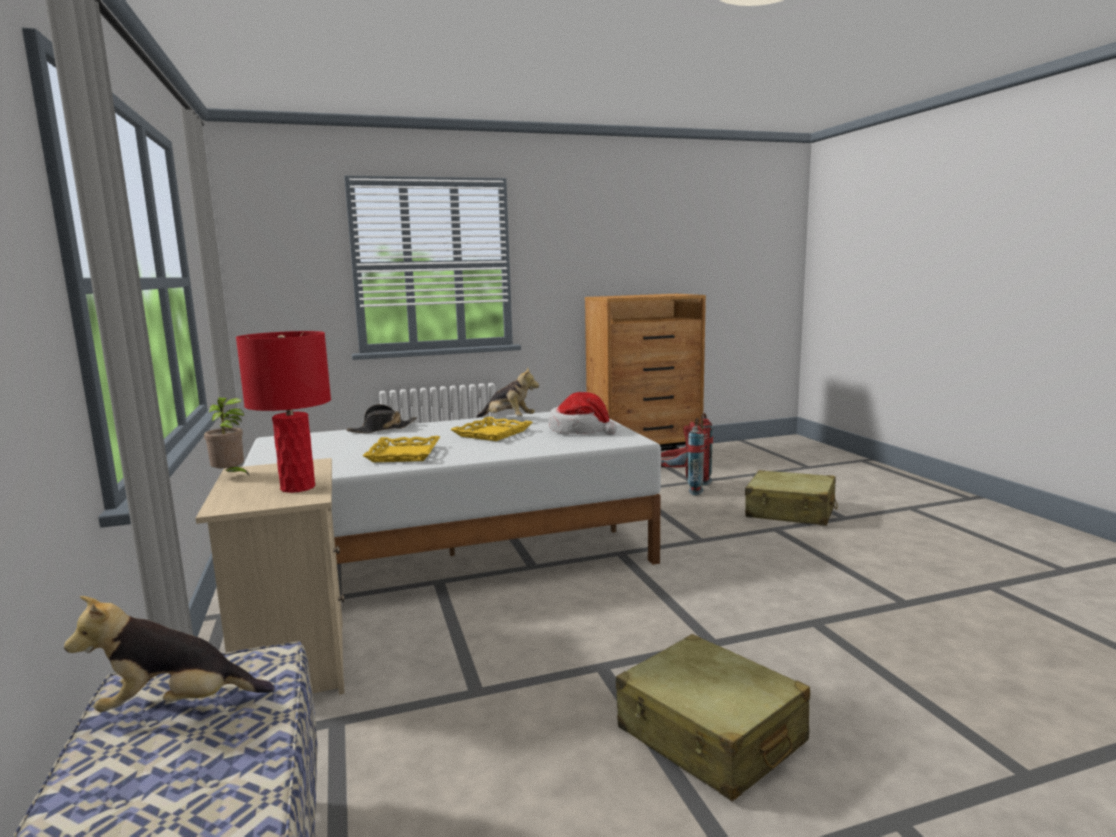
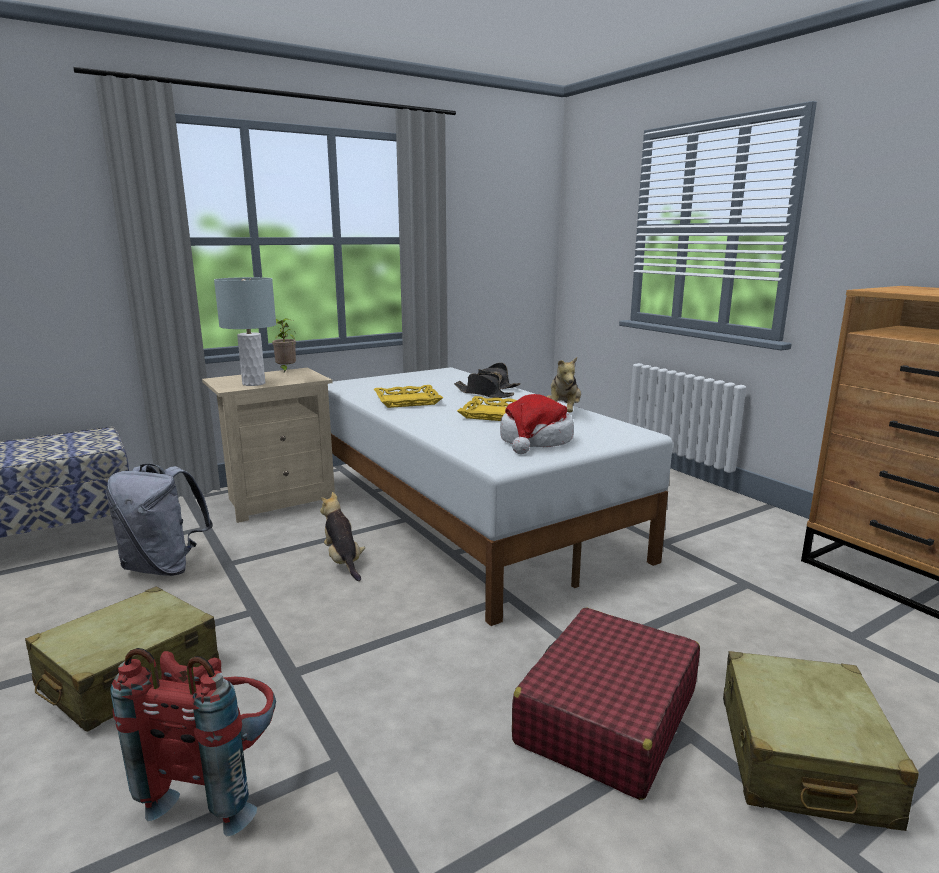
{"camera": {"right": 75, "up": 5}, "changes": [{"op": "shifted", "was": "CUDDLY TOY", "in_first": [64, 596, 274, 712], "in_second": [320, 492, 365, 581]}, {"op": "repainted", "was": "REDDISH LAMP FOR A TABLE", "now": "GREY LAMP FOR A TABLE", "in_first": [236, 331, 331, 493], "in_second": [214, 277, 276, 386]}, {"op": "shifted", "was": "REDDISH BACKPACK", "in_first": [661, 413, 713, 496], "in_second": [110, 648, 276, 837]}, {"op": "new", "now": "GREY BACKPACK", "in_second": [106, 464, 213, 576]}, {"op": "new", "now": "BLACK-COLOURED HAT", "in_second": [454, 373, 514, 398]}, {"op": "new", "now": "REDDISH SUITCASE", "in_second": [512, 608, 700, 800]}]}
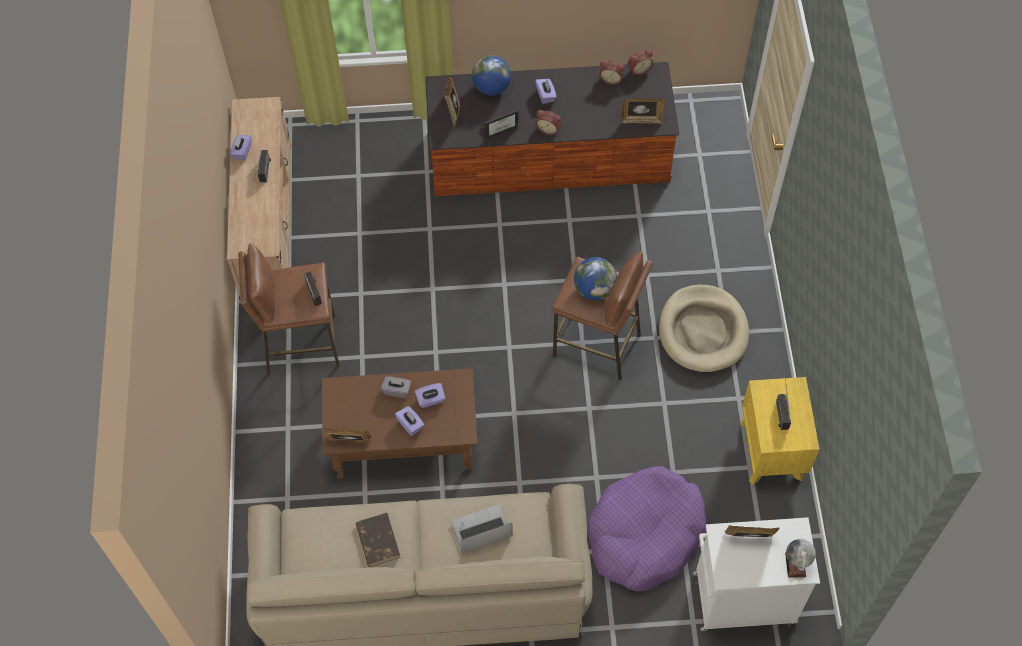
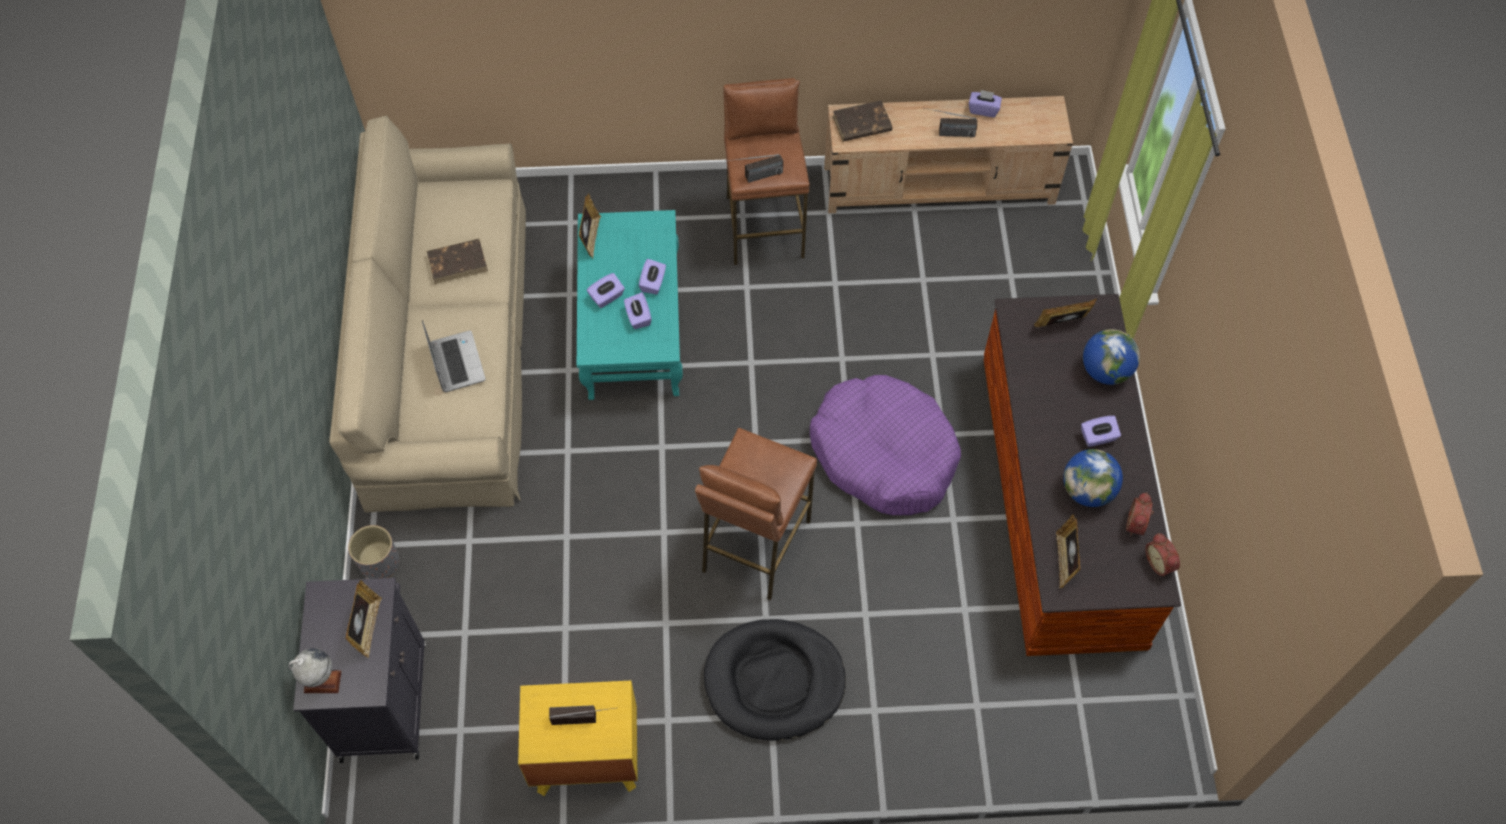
{"camera": {"right": 90, "up": 0}, "changes": [{"op": "repainted", "was": "BROWNISH LOUNGE TABLE", "now": "TURQUOISE-COLOURED LOUNGE TABLE", "in_first": [322, 368, 478, 479], "in_second": [577, 210, 683, 400]}, {"op": "repainted", "was": "GREY TISSUE HOLDER", "now": "PURPLISH TISSUE HOLDER", "in_first": [381, 377, 411, 398], "in_second": [639, 259, 666, 295]}, {"op": "gone", "was": "PICTURE FRAME", "in_first": [482, 109, 519, 139]}, {"op": "gone", "was": "BEDSIDE CLOCK", "in_first": [535, 110, 562, 135]}, {"op": "shifted", "was": "GLOBE", "in_first": [574, 257, 617, 300], "in_second": [1063, 449, 1123, 507]}, {"op": "shifted", "was": "PURPLISH DOG BED", "in_first": [588, 466, 706, 591], "in_second": [810, 375, 961, 515]}, {"op": "repainted", "was": "BEIGE-COLOURED DOG BED", "now": "BLACK-COLOURED DOG BED", "in_first": [659, 285, 749, 373], "in_second": [704, 619, 846, 741]}, {"op": "repainted", "was": "WHITISH STORAGE CABINET", "now": "BLACK-COLOURED STORAGE CABINET", "in_first": [693, 517, 820, 631], "in_second": [293, 578, 426, 763]}, {"op": "new", "now": "GREY PLANT POT", "in_second": [348, 525, 399, 579]}, {"op": "new", "now": "BROWNISH VOLUME", "in_second": [833, 100, 893, 141]}]}
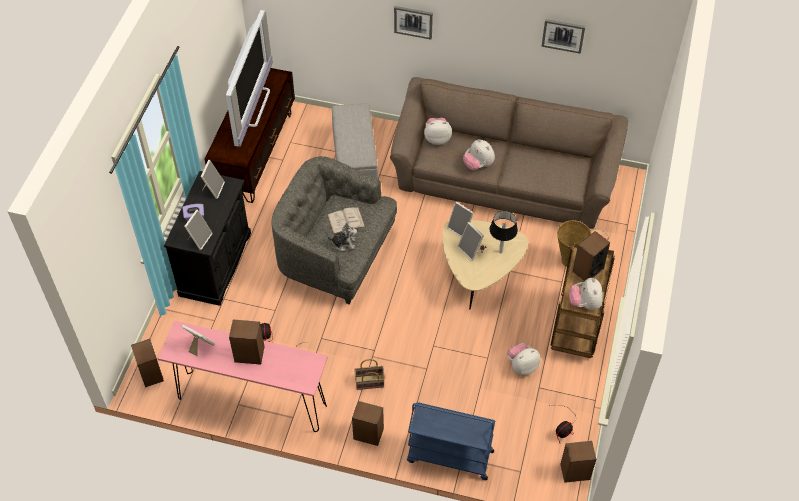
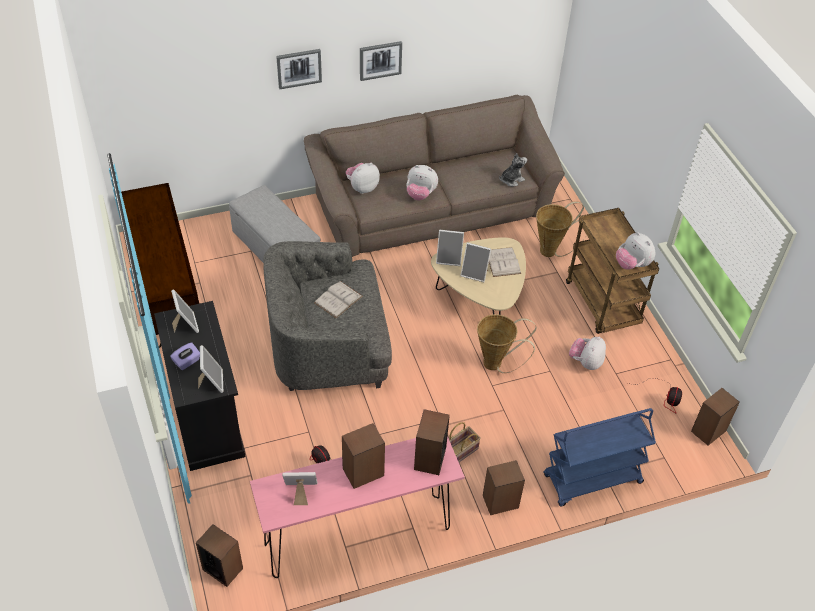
{"camera": {"right": -35, "up": -5}, "changes": [{"op": "gone", "was": "TV SET", "in_first": [226, 10, 273, 147]}, {"op": "shifted", "was": "CUDDLY TOY", "in_first": [327, 223, 357, 251], "in_second": [499, 153, 527, 187]}, {"op": "swapped", "was": "LAMP FOR A TABLE", "now": "WHITISH VOLUME", "in_first": [489, 211, 518, 253], "in_second": [489, 247, 521, 277]}, {"op": "shifted", "was": "WALL ART", "in_first": [542, 19, 585, 54], "in_second": [360, 41, 402, 81]}, {"op": "shifted", "was": "AUDIO SPEAKER", "in_first": [573, 231, 610, 281], "in_second": [414, 409, 450, 475]}, {"op": "new", "now": "HOUSEHOLD BASKET", "in_second": [477, 314, 537, 373]}]}
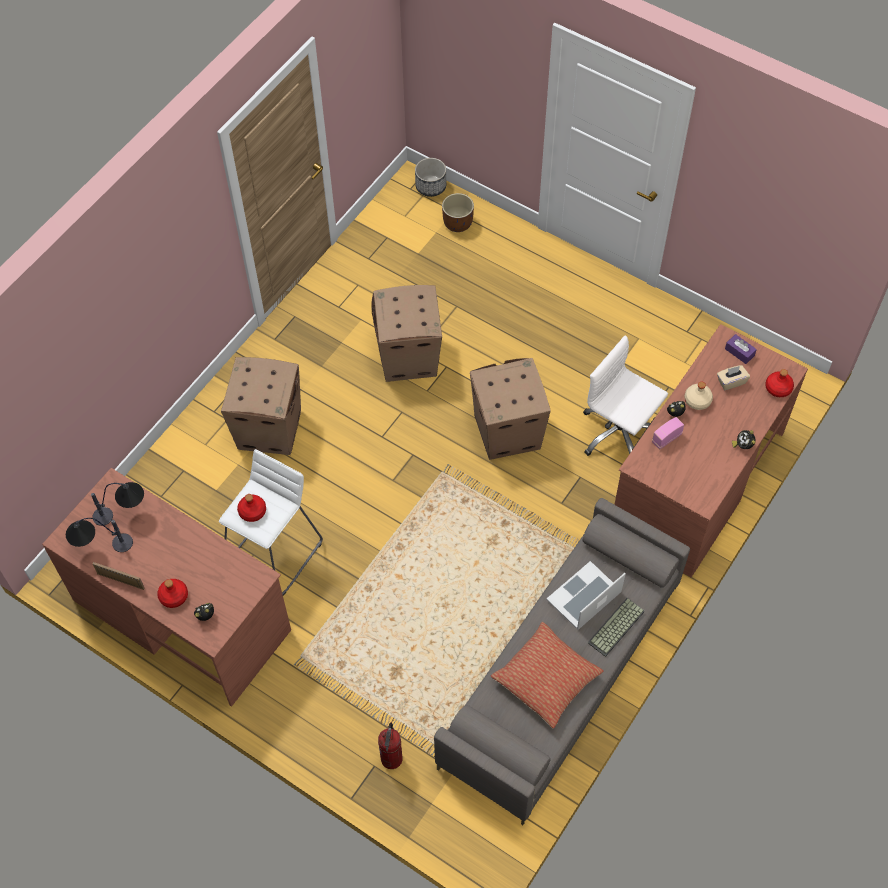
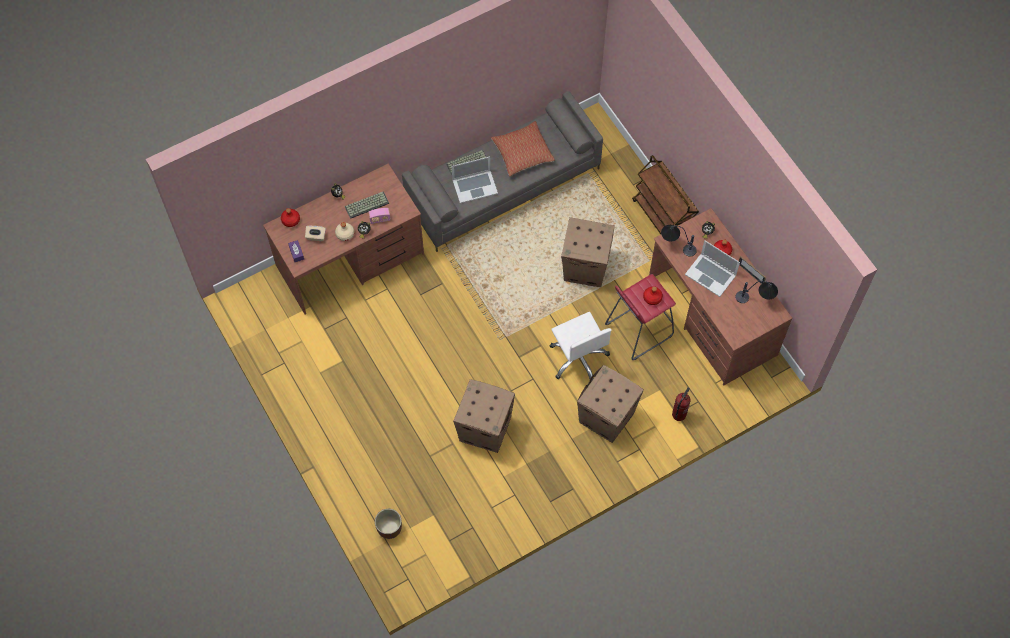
{"camera": {"right": -155, "up": 5}, "changes": [{"op": "shifted", "was": "LAMP FOR A TABLE", "in_first": [91, 482, 144, 526], "in_second": [661, 225, 697, 256]}, {"op": "repainted", "was": "WHITISH SITTING STOOL", "now": "REDDISH SITTING STOOL", "in_first": [219, 449, 323, 596], "in_second": [605, 274, 676, 360]}, {"op": "shifted", "was": "EXTINGUISHER", "in_first": [378, 722, 403, 769], "in_second": [672, 388, 691, 421]}, {"op": "gone", "was": "PLANT POT", "in_first": [415, 158, 446, 197]}, {"op": "shifted", "was": "CARTON", "in_first": [470, 358, 551, 460], "in_second": [561, 217, 615, 287]}, {"op": "shifted", "was": "WHITISH COMPUTER CHAIR", "in_first": [583, 335, 668, 456], "in_second": [550, 312, 612, 381]}, {"op": "new", "now": "COMPUTER KEYBOARD", "in_second": [345, 191, 389, 219]}, {"op": "new", "now": "BROWNISH WHEELED CART", "in_second": [632, 155, 699, 234]}, {"op": "new", "now": "LAPTOP", "in_second": [685, 240, 740, 297]}]}
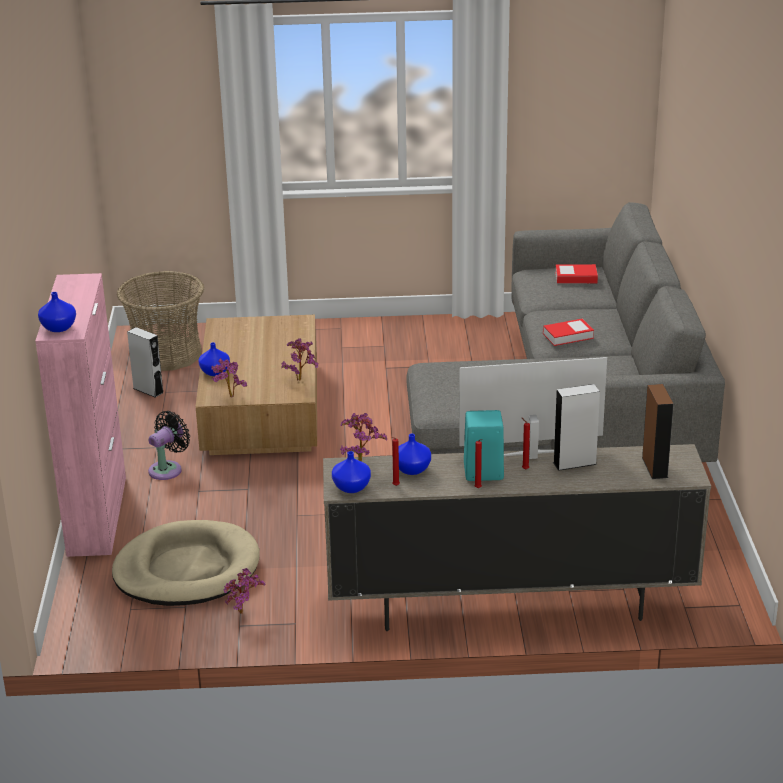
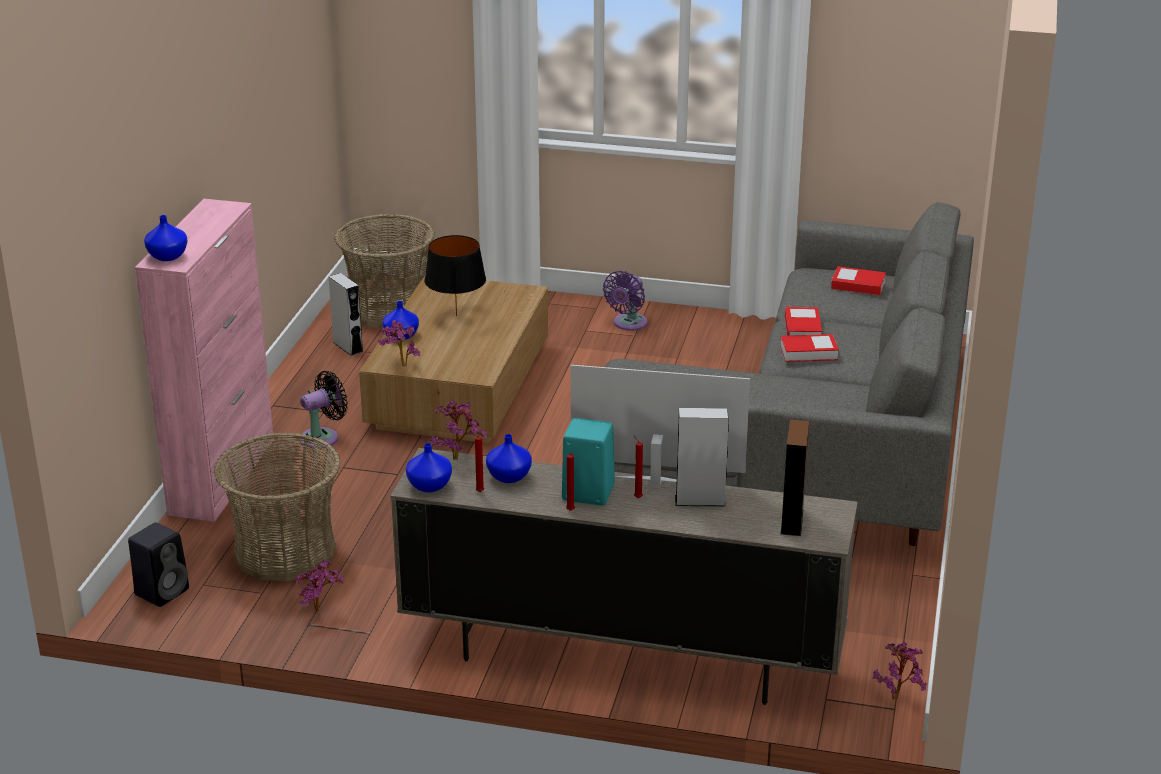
{"camera": {"right": 15, "up": 0}, "changes": [{"op": "swapped", "was": "BEIGE-COLOURED DOG BED", "now": "HOUSEHOLD BASKET", "in_first": [112, 520, 260, 606], "in_second": [214, 432, 340, 581]}, {"op": "shifted", "was": "HOUSEPLANT", "in_first": [281, 338, 319, 381], "in_second": [872, 642, 927, 700]}, {"op": "new", "now": "BLACK-COLOURED AUDIO SPEAKER", "in_second": [128, 522, 189, 607]}, {"op": "new", "now": "BLACK-COLOURED LAMP FOR A TABLE", "in_second": [424, 235, 486, 316]}, {"op": "new", "now": "PURPLISH ELECTRIC FAN", "in_second": [603, 271, 648, 331]}, {"op": "new", "now": "VOLUME", "in_second": [785, 307, 822, 336]}]}
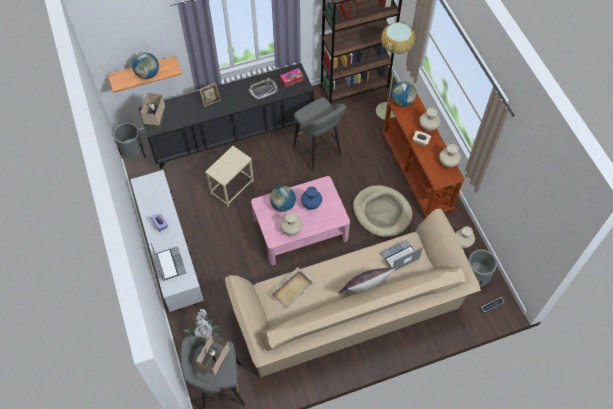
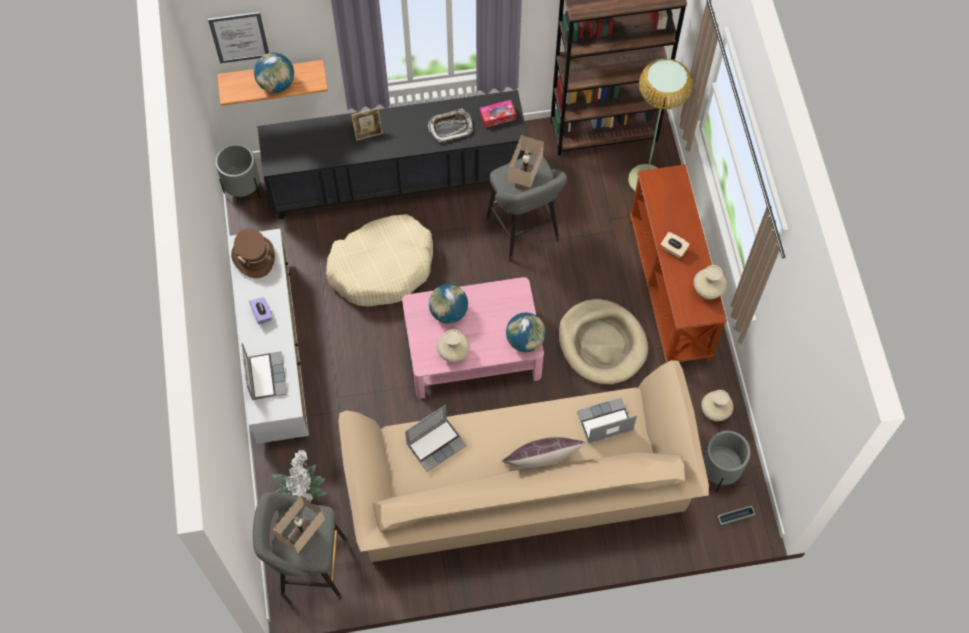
{"camera": {"right": 10, "up": 5}, "changes": [{"op": "shifted", "was": "BEIGE-COLOURED LAMP FOR A TABLE", "in_first": [140, 93, 165, 130], "in_second": [508, 135, 544, 191]}, {"op": "swapped", "was": "BEIGE-COLOURED SIDE TABLE", "now": "BEIGE-COLOURED DOG BED", "in_first": [205, 146, 254, 207], "in_second": [326, 214, 433, 306]}, {"op": "swapped", "was": "BEIGE-COLOURED CARRYING TRAY", "now": "LAPTOP", "in_first": [269, 267, 315, 311], "in_second": [405, 405, 467, 472]}, {"op": "gone", "was": "BLUE VASE", "in_first": [301, 187, 322, 210]}, {"op": "shifted", "was": "GLOBE", "in_first": [391, 82, 417, 107], "in_second": [506, 312, 546, 352]}, {"op": "gone", "was": "BEIGE-COLOURED VASE", "in_first": [420, 107, 441, 132]}, {"op": "new", "now": "WALL ART", "in_second": [208, 12, 269, 63]}, {"op": "new", "now": "BROWNISH HAT", "in_second": [231, 229, 275, 278]}]}
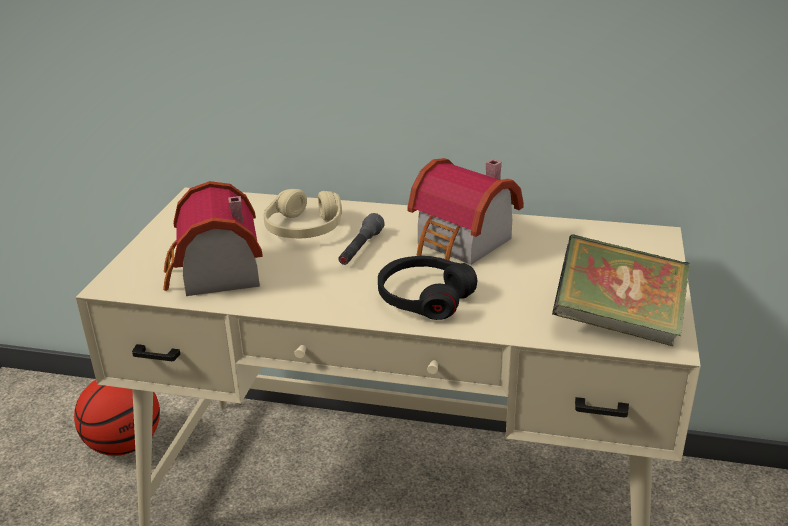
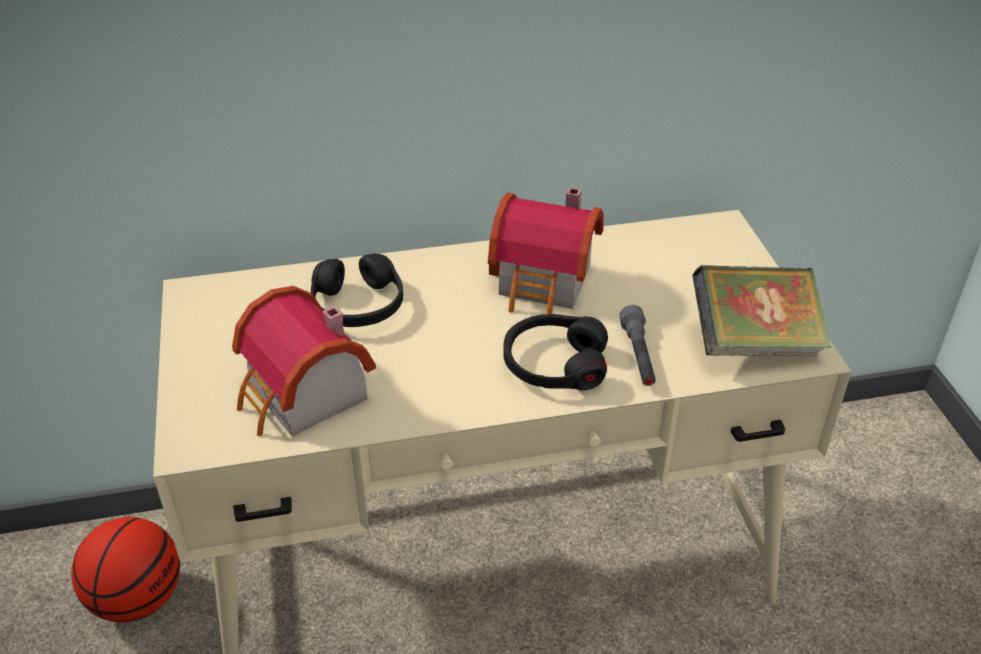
{"camera": {"right": -25, "up": 10}, "changes": [{"op": "repainted", "was": "BEIGE-COLOURED HEADSET", "now": "BLACK-COLOURED HEADSET", "in_first": [263, 189, 342, 238], "in_second": [311, 253, 403, 327]}, {"op": "shifted", "was": "GREY HAND TORCH", "in_first": [338, 213, 385, 265], "in_second": [619, 305, 656, 386]}]}
